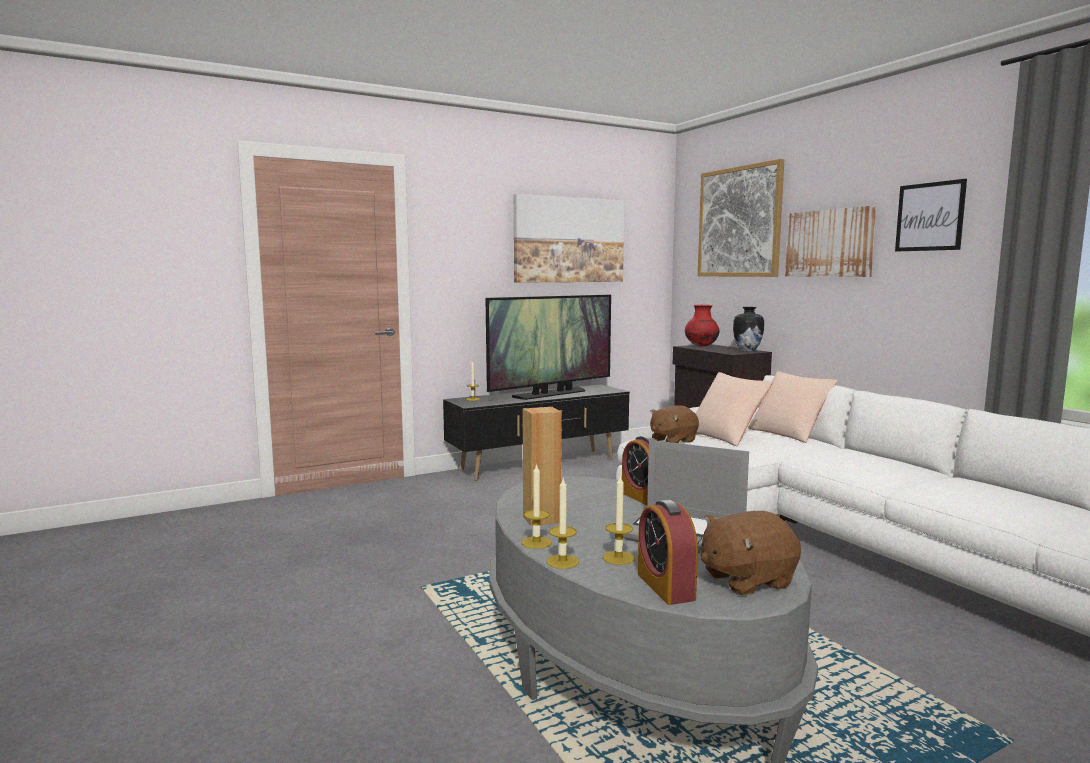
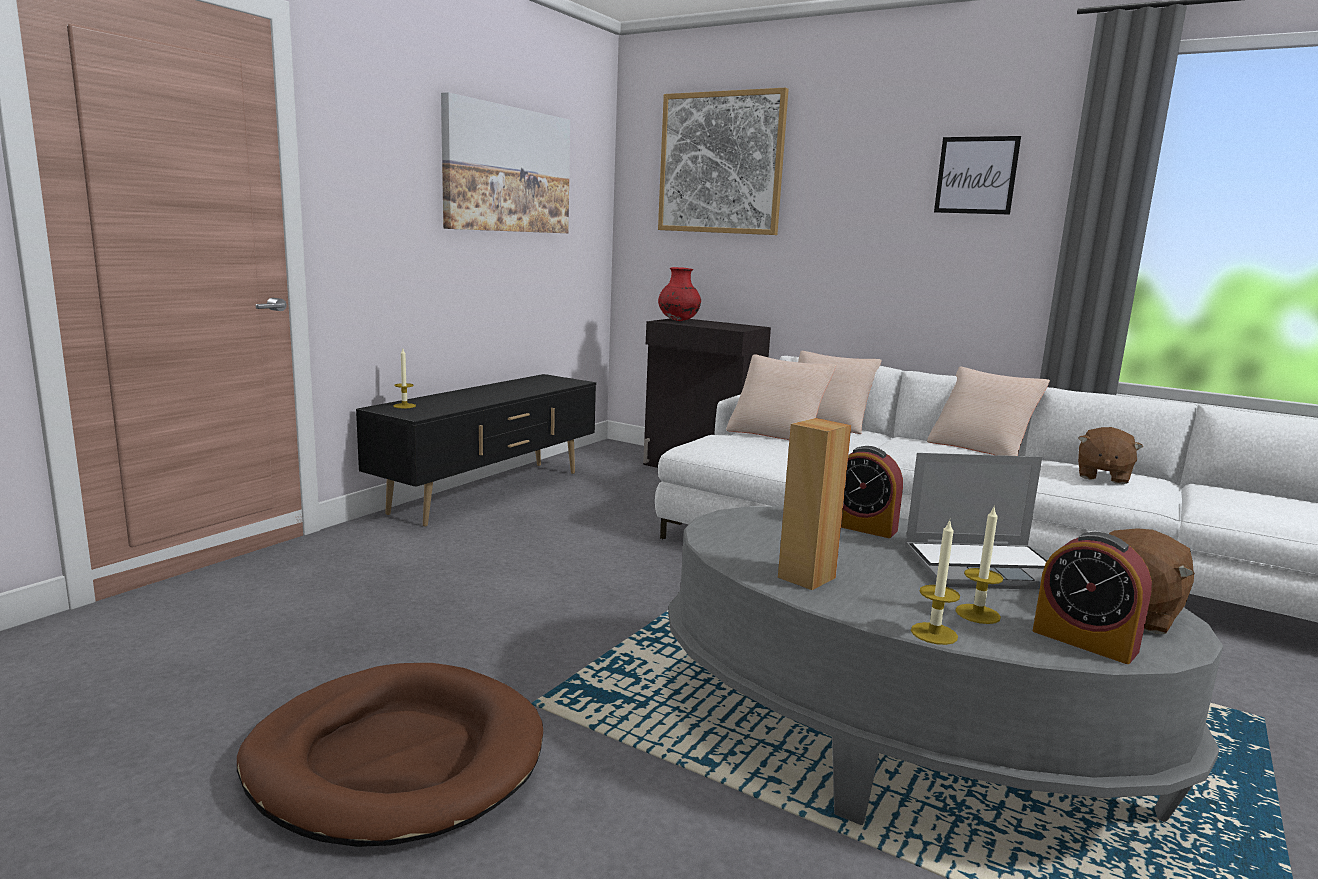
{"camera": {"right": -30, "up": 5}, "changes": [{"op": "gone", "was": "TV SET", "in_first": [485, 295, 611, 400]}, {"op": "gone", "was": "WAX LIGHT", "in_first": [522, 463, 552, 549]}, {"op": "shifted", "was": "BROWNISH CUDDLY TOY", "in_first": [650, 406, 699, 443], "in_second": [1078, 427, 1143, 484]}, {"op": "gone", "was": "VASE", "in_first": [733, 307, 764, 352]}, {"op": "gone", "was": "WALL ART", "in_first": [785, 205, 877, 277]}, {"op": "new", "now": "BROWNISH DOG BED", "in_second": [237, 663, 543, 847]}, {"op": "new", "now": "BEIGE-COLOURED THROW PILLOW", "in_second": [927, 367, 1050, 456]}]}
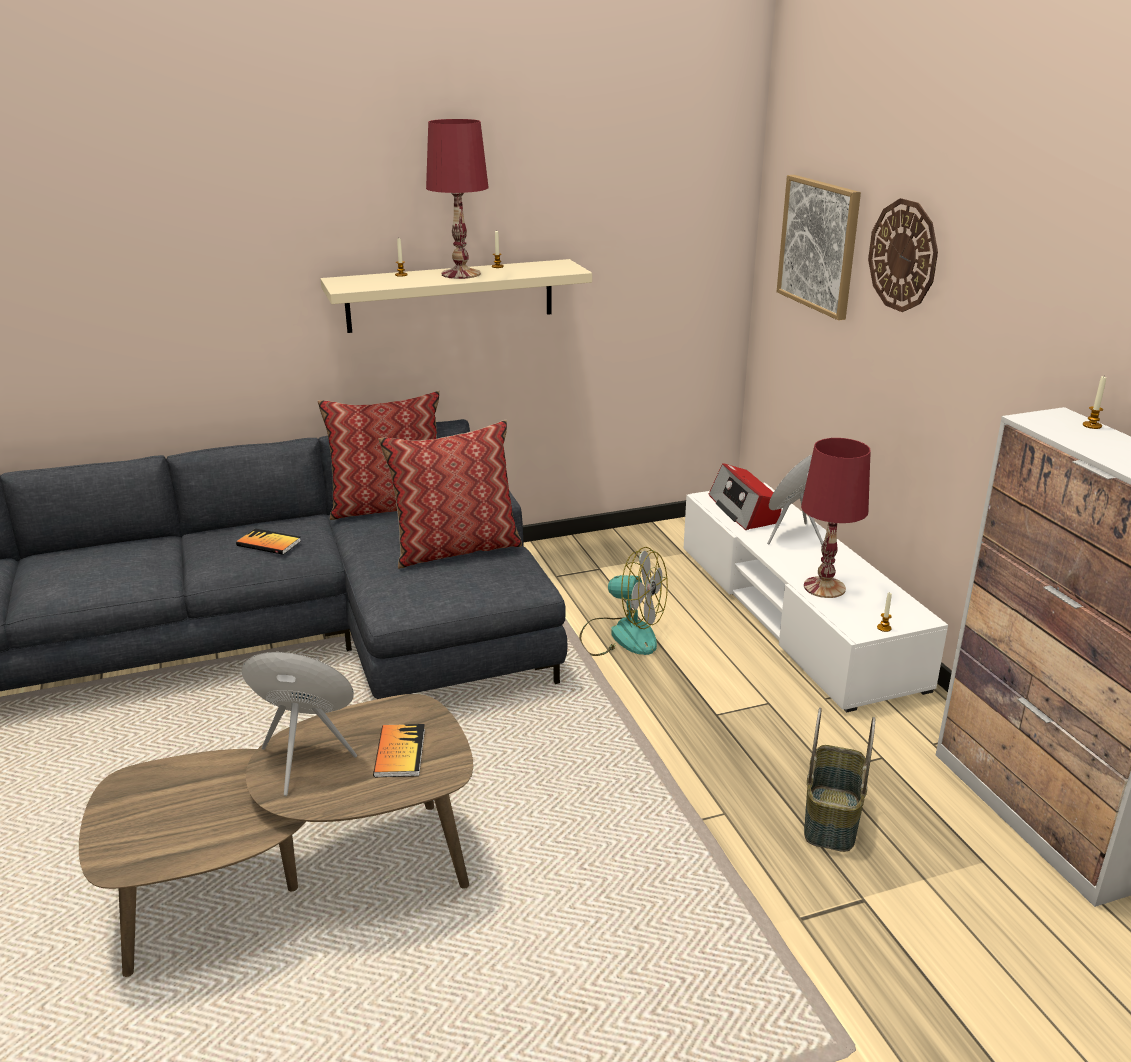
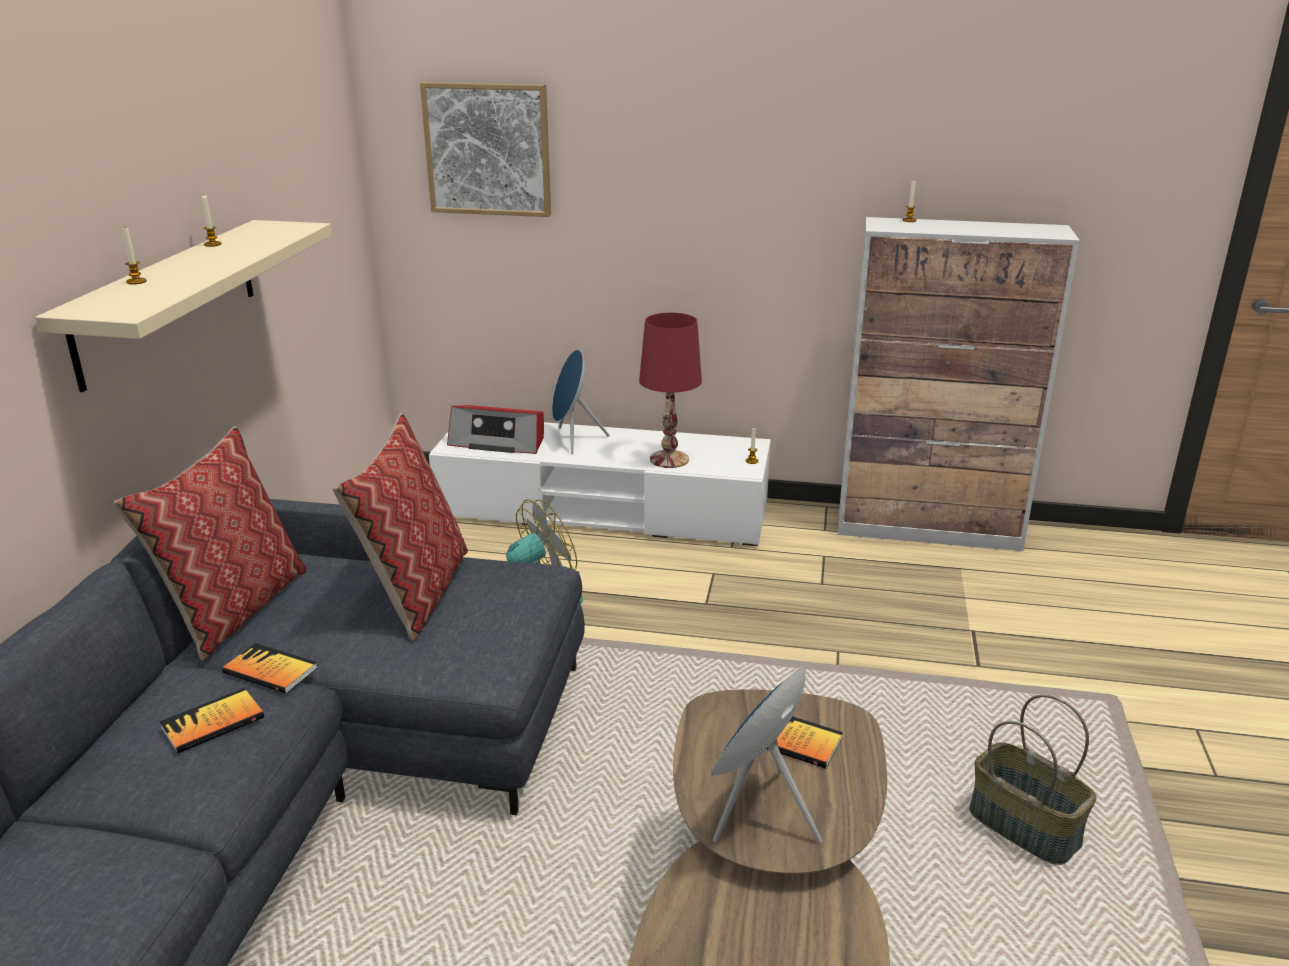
{"camera": {"right": -60, "up": 0}, "changes": [{"op": "gone", "was": "REDDISH LAMP FOR A TABLE", "in_first": [426, 119, 489, 279]}, {"op": "shifted", "was": "HOUSEHOLD BASKET", "in_first": [804, 708, 875, 852], "in_second": [969, 694, 1096, 865]}, {"op": "gone", "was": "WALL CLOCK", "in_first": [868, 198, 938, 312]}, {"op": "new", "now": "VOLUME", "in_second": [222, 643, 317, 694]}]}
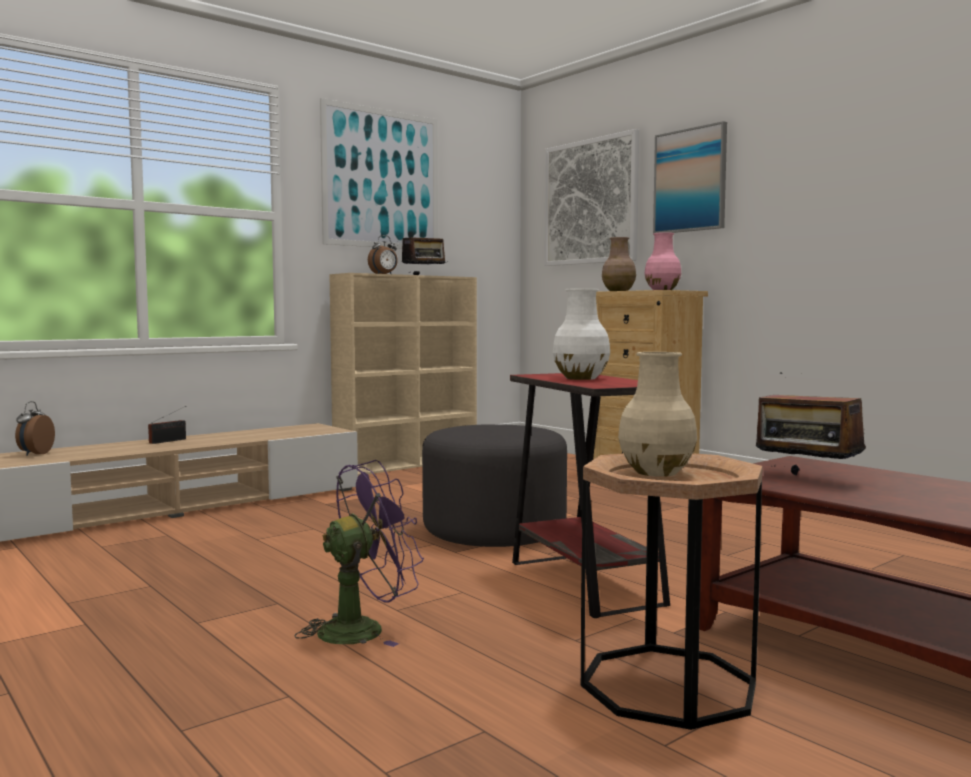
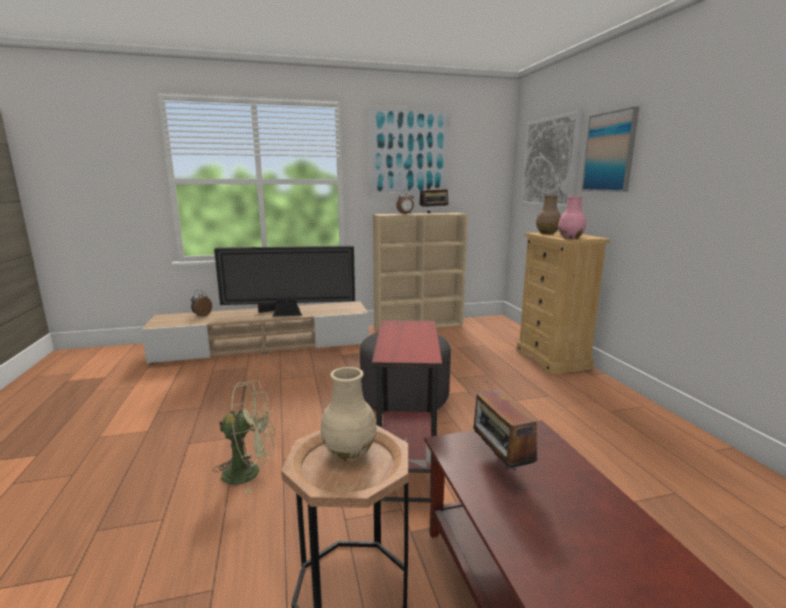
{"camera": {"right": 25, "up": 10}, "changes": [{"op": "repainted", "was": "PURPLISH ELECTRIC FAN", "now": "GREEN ELECTRIC FAN", "in_first": [295, 460, 424, 647], "in_second": [213, 380, 275, 494]}, {"op": "gone", "was": "WHITISH VASE", "in_first": [553, 288, 610, 380]}, {"op": "new", "now": "TV SET", "in_second": [214, 245, 355, 317]}]}
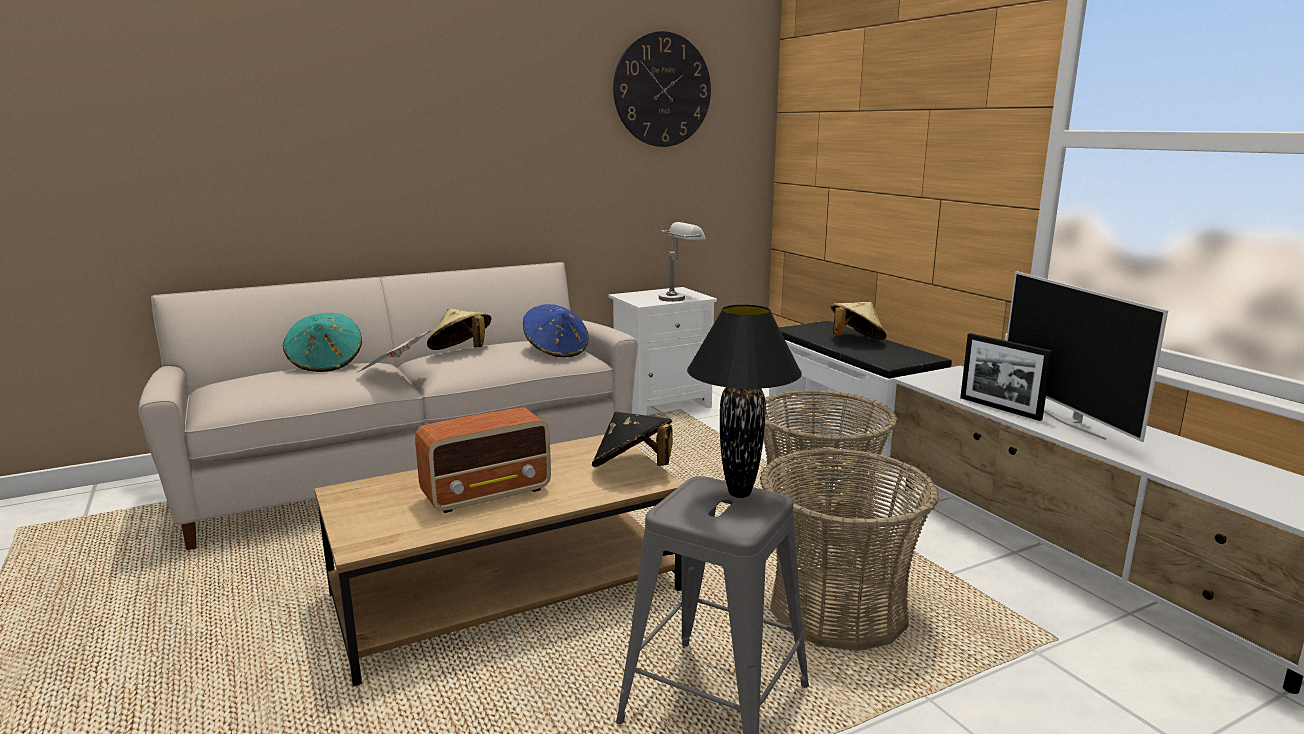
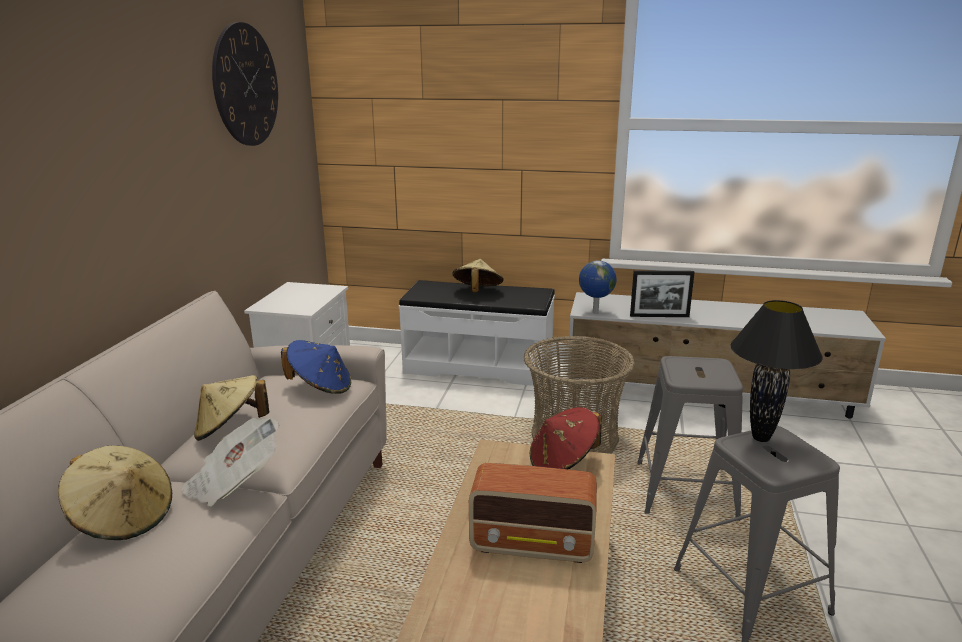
{"camera": {"right": -50, "up": 5}, "changes": [{"op": "repainted", "was": "TURQUOISE-COLOURED HAT", "now": "BEIGE-COLOURED HAT", "in_first": [283, 313, 362, 372], "in_second": [58, 446, 172, 540]}, {"op": "rotated", "was": "RADIO", "in_first": [415, 407, 551, 513], "in_second": [469, 463, 597, 563], "clockwise": 90}, {"op": "repainted", "was": "BLACK-COLOURED HAT", "now": "REDDISH HAT", "in_first": [592, 412, 673, 467], "in_second": [530, 407, 602, 469]}, {"op": "gone", "was": "GREY LAMP FOR A TABLE", "in_first": [659, 222, 705, 302]}, {"op": "swapped", "was": "HOUSEHOLD BASKET", "now": "GREY SITTING STOOL", "in_first": [760, 448, 939, 651], "in_second": [637, 356, 743, 521]}, {"op": "gone", "was": "TV SET", "in_first": [1006, 271, 1168, 442]}, {"op": "new", "now": "GLOBE", "in_second": [579, 261, 616, 314]}]}
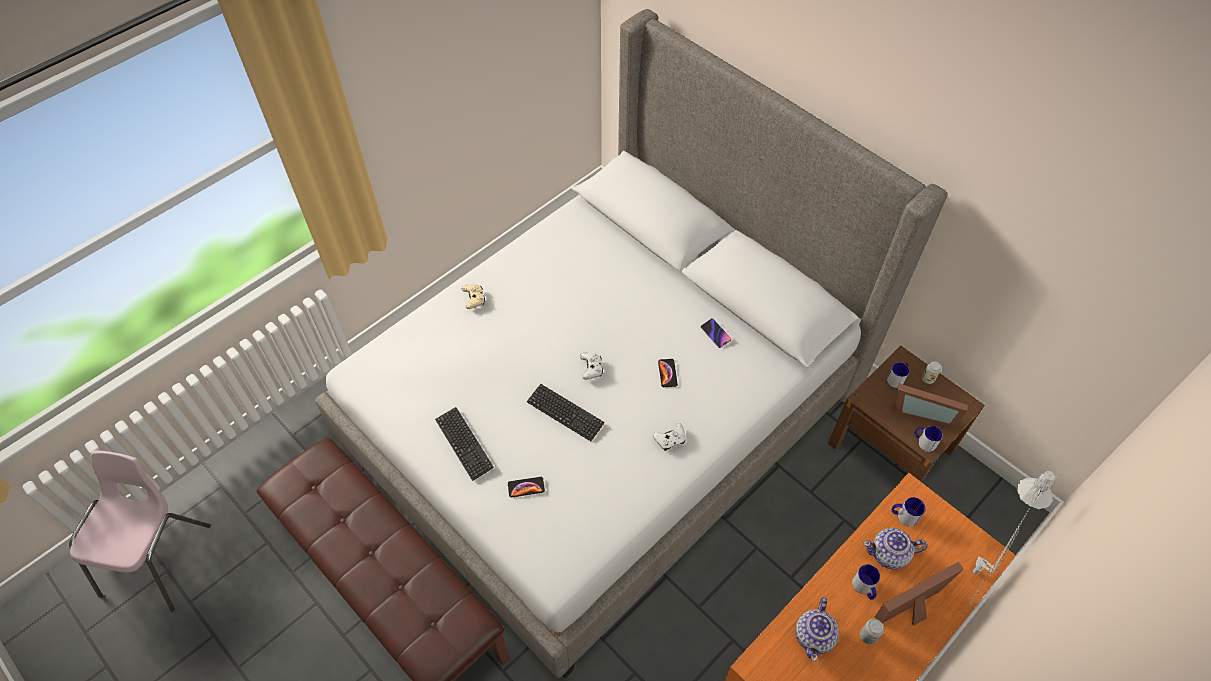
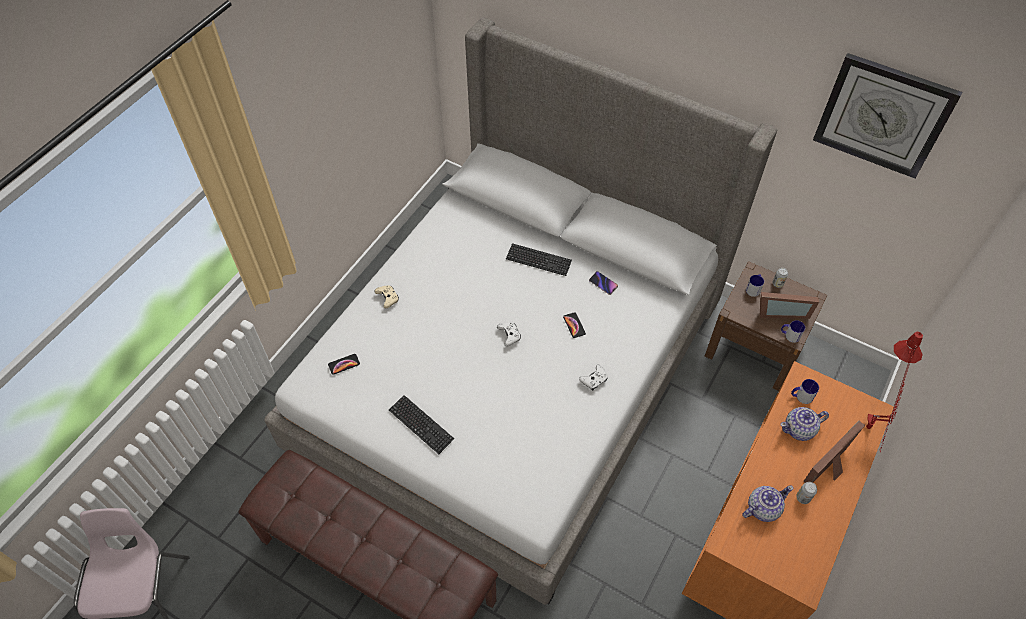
{"camera": {"right": -15, "up": 0}, "changes": [{"op": "shifted", "was": "TELEPHONE", "in_first": [508, 477, 545, 497], "in_second": [328, 354, 360, 375]}, {"op": "shifted", "was": "COMPUTER KEYBOARD", "in_first": [527, 384, 605, 441], "in_second": [506, 243, 572, 276]}, {"op": "rotated", "was": "POT FOR TEA", "in_first": [795, 596, 839, 662], "in_second": [742, 485, 793, 522], "clockwise": -120}, {"op": "gone", "was": "COFFEE MUG", "in_first": [852, 564, 880, 600]}, {"op": "repainted", "was": "GREY LAMP FOR A TABLE", "now": "REDDISH LAMP FOR A TABLE", "in_first": [969, 471, 1055, 606], "in_second": [866, 332, 923, 452]}, {"op": "new", "now": "WALL CLOCK", "in_second": [813, 53, 962, 179]}]}
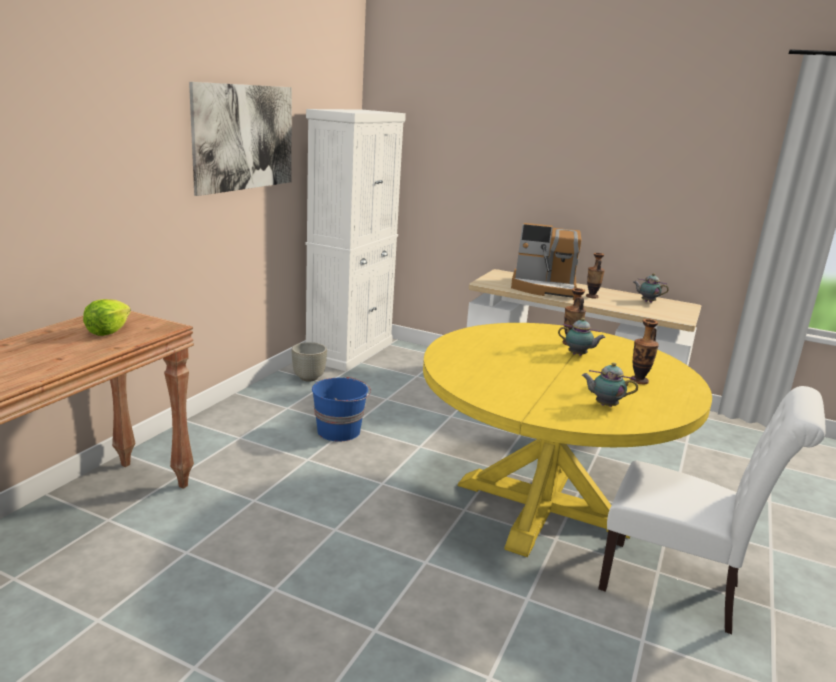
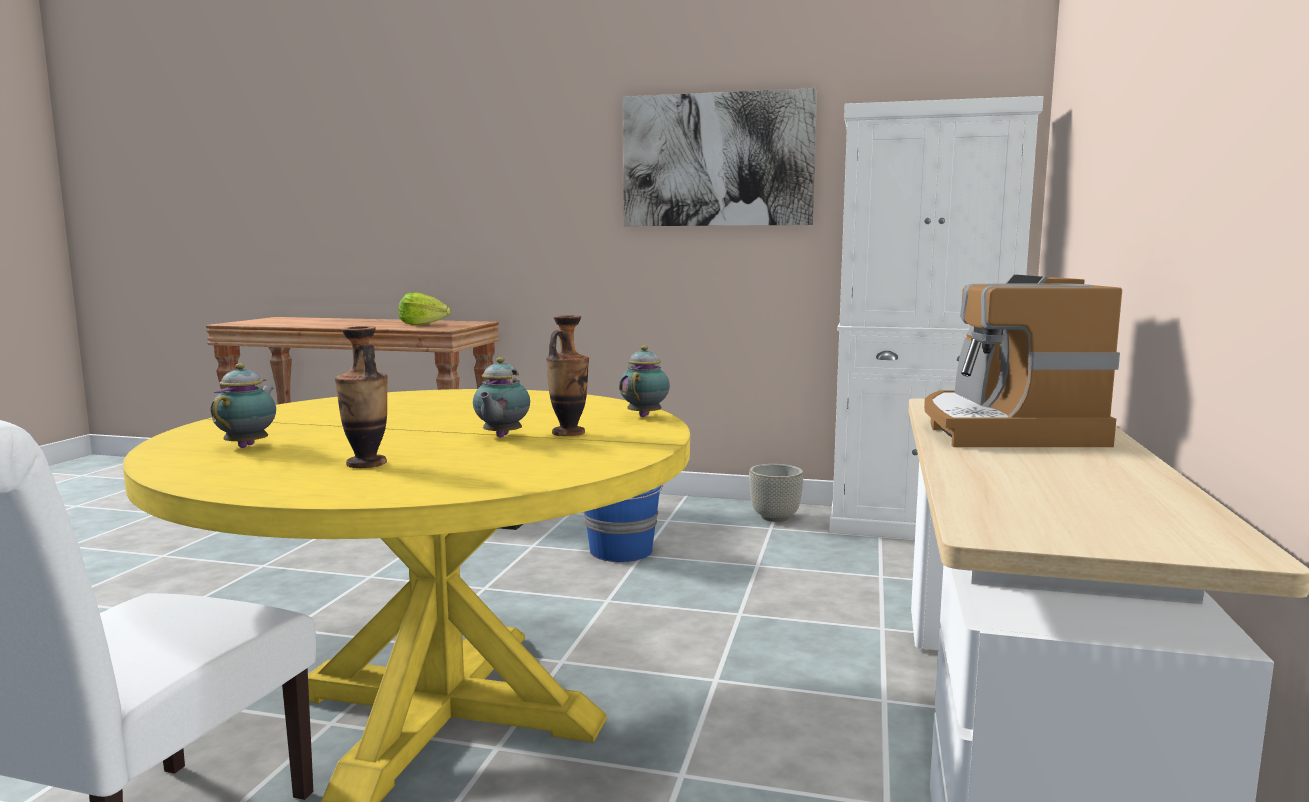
{"camera": {"right": 80, "up": -10}, "changes": [{"op": "gone", "was": "VASE", "in_first": [586, 253, 605, 299]}, {"op": "shifted", "was": "POT FOR TEA", "in_first": [634, 273, 669, 303], "in_second": [619, 346, 670, 417]}]}
